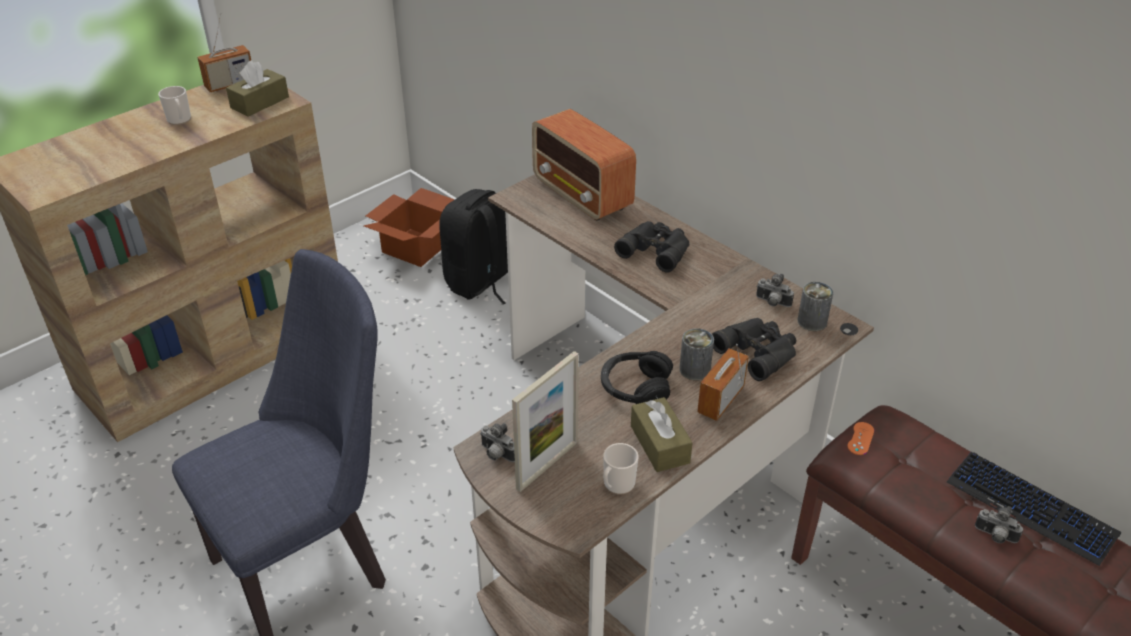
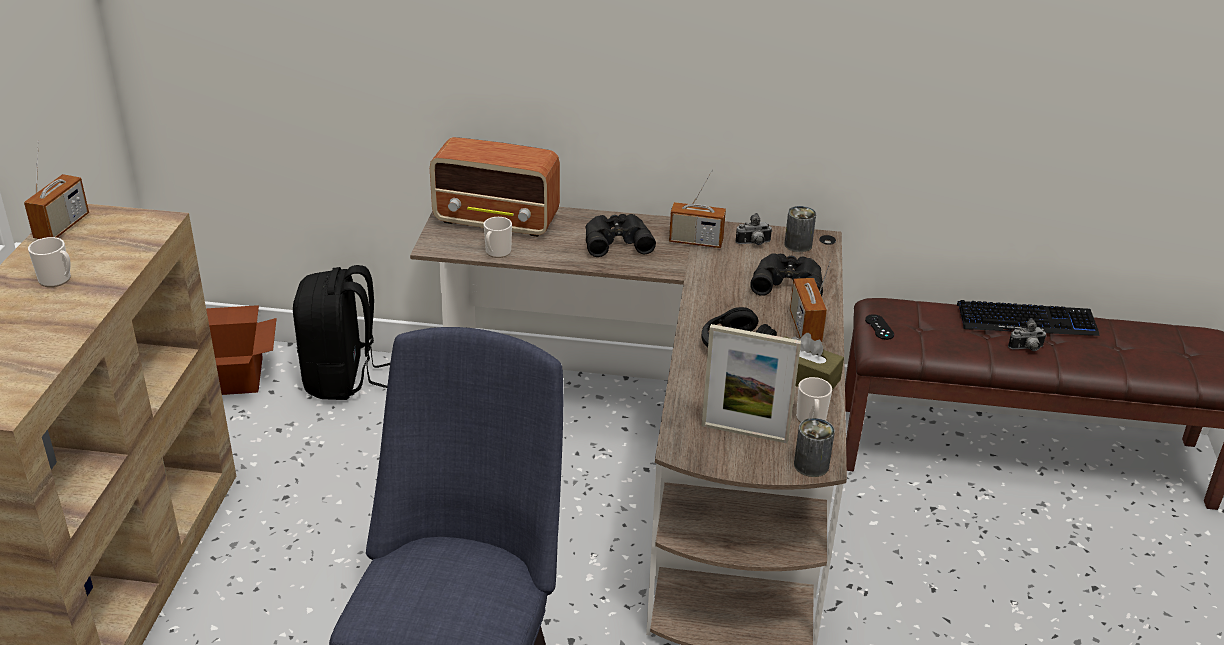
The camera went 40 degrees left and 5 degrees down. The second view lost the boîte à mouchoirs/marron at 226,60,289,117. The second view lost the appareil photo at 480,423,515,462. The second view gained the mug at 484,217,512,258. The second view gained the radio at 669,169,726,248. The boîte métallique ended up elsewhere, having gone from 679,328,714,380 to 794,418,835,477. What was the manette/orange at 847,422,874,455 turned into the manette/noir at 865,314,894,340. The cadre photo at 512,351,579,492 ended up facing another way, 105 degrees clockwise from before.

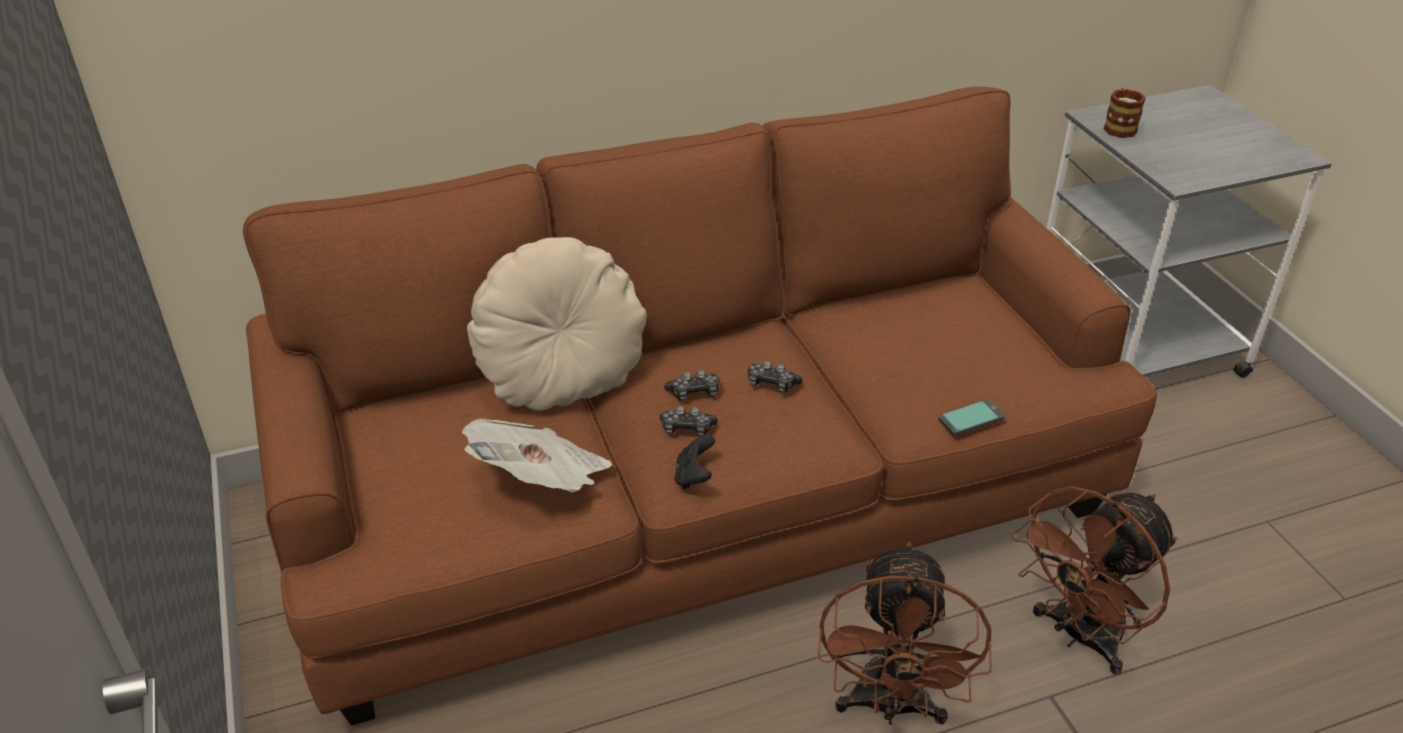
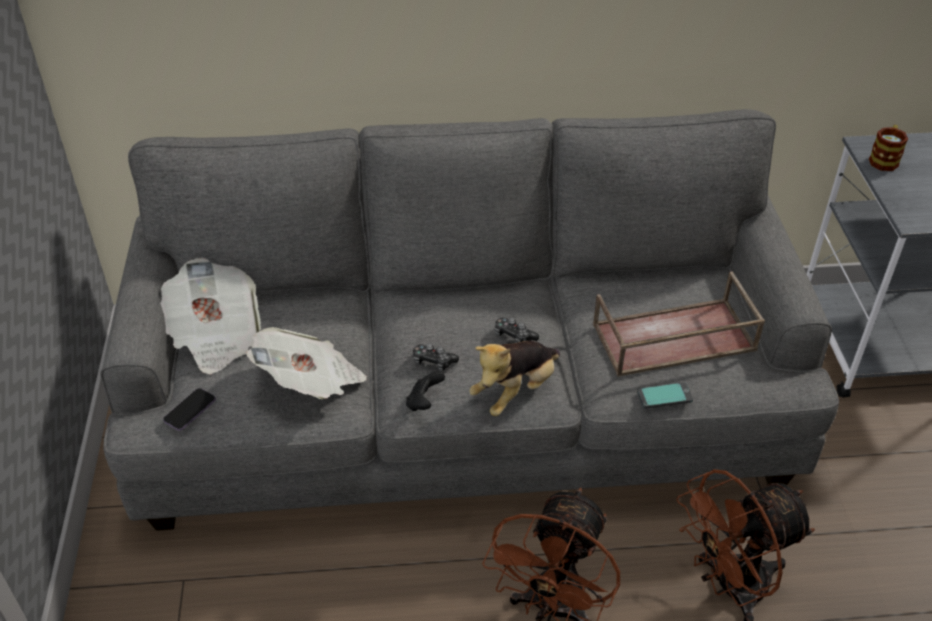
The camera went 15 degrees right and 5 degrees up. The second view lost the coussin/beige at 467,237,647,411. The second view lost the manette at 664,370,720,402. The second view gained the journal at 160,258,261,374. The second view gained the téléphone at 163,388,216,431. The second view gained the peluche at 469,341,560,416. The second view gained the plateau/marron at 593,271,765,377. What was the canapé/marron at 243,87,1157,725 turned into the canapé/gris at 100,109,839,531.

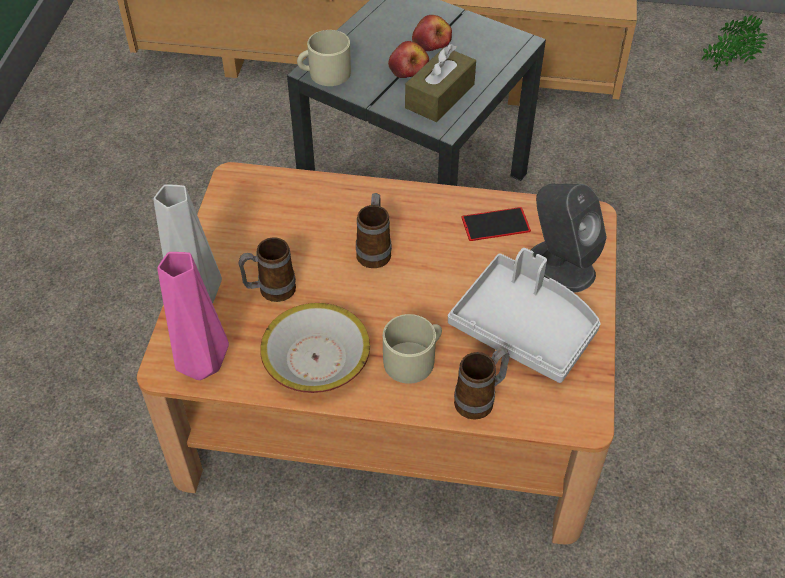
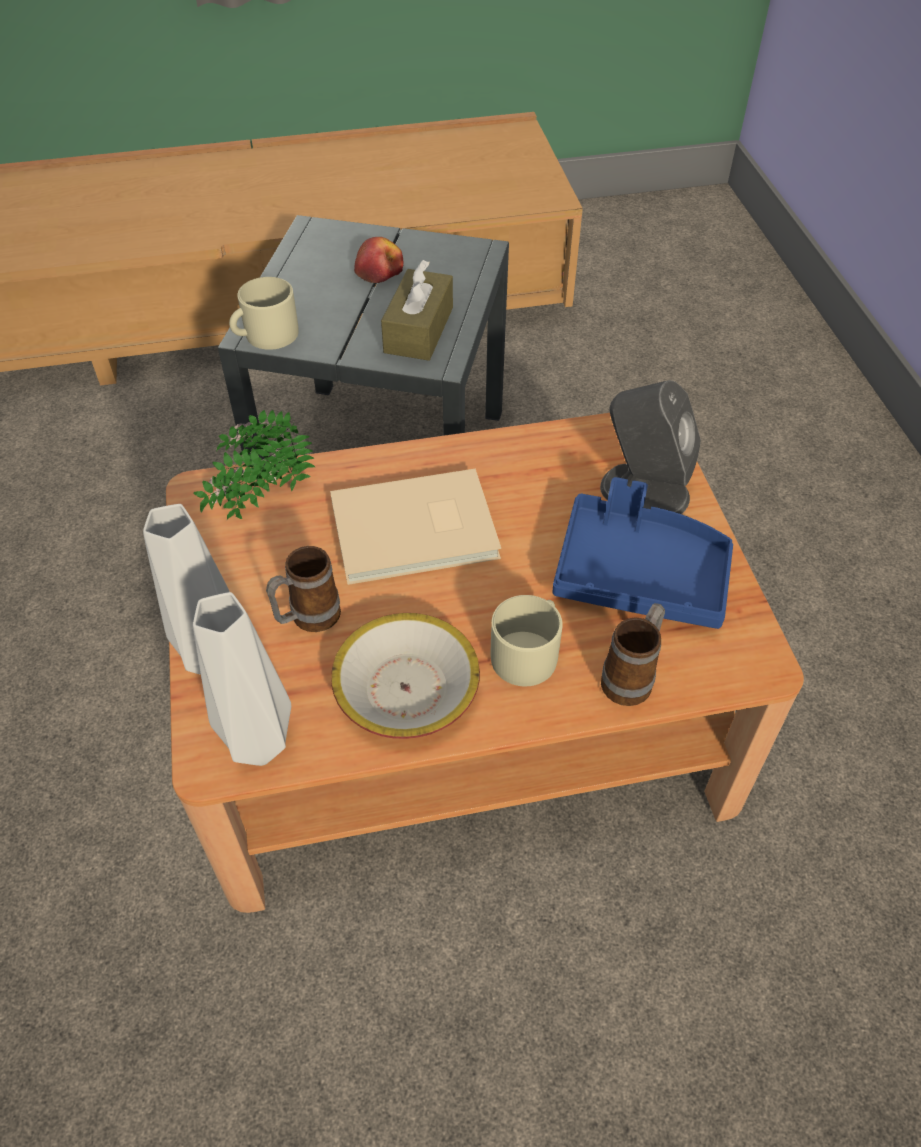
The camera went 20 degrees left and 0 degrees up. The second view lost the pomme at 388,41,429,78. The second view lost the téléphone at 461,207,531,241. The plante en pot ended up elsewhere, having gone from 702,15,768,71 to 194,410,315,520. Where the mug stood at 356,193,392,268, the livre/beige came to stand at 330,468,501,585. What was the vase/rose at 158,252,229,380 turned into the vase/gris at 193,592,291,766. What was the plateau/gris at 448,248,601,383 turned into the plateau/bleu at 553,477,733,629.

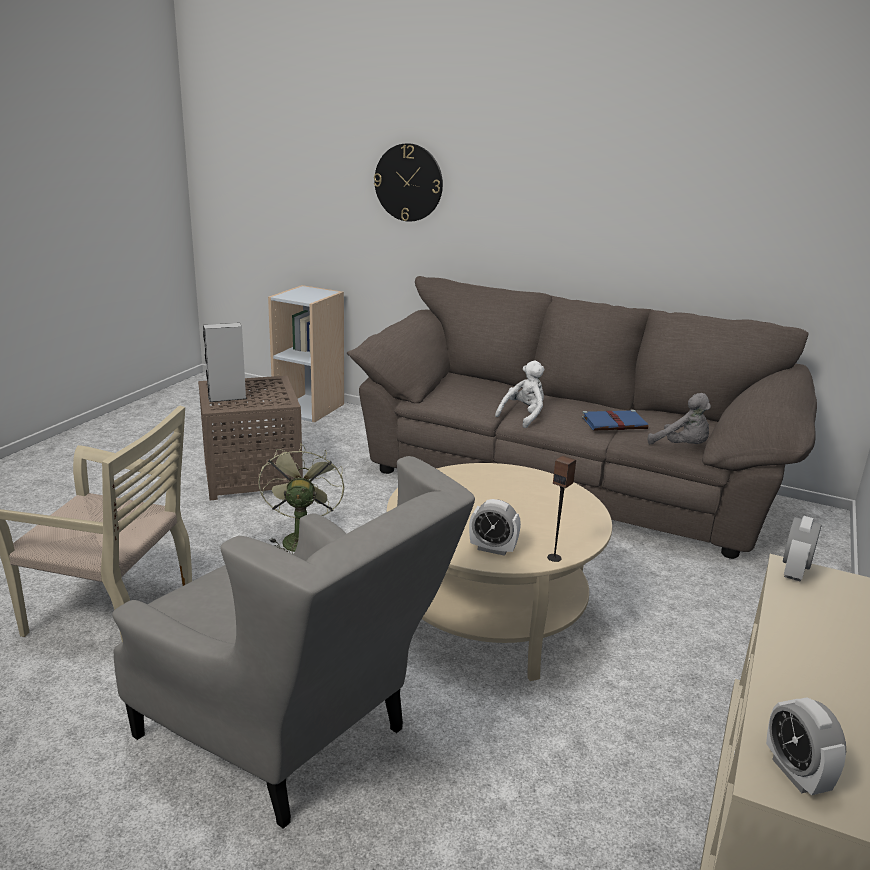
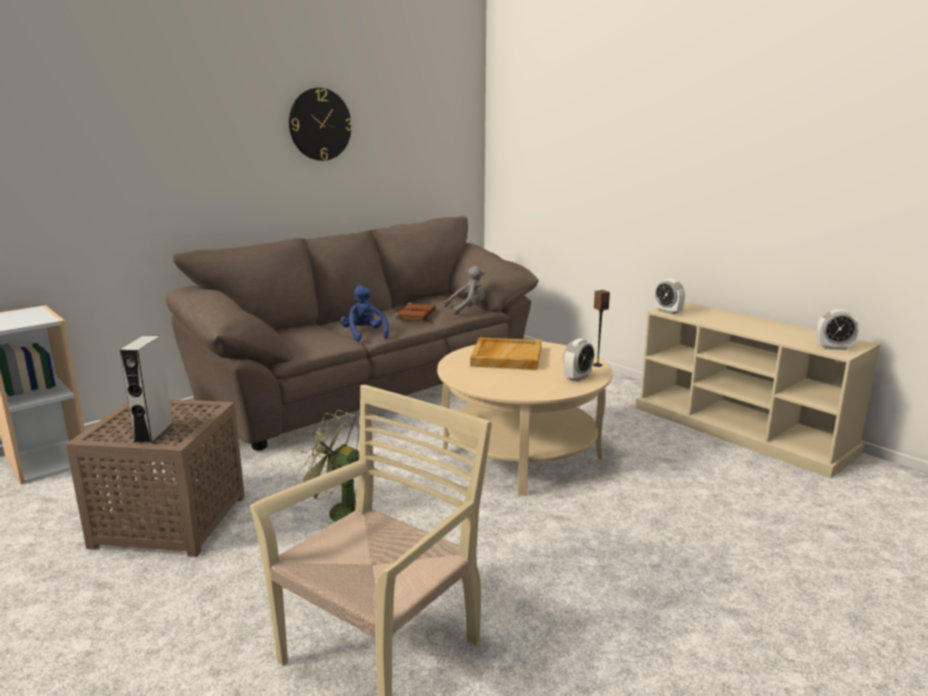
The camera went 65 degrees left and 5 degrees down. The second view lost the fauteuil/gris at 112,456,475,829. The second view gained the plateau/beige at 470,337,541,370. The horloge murale ended up elsewhere, having gone from 374,143,443,222 to 289,88,352,161. What was the peluche/blanc at 495,361,545,428 turned into the peluche/bleu at 340,285,389,341. What was the livre/bleu at 581,410,648,430 turned into the livre/marron at 394,303,436,321.

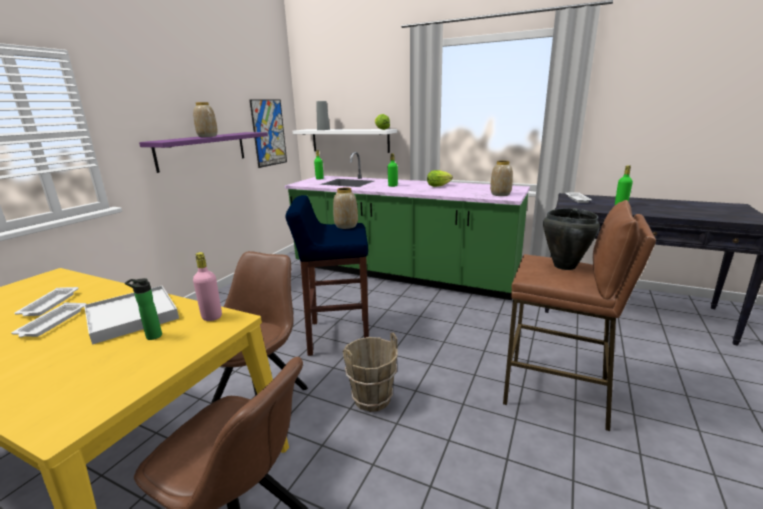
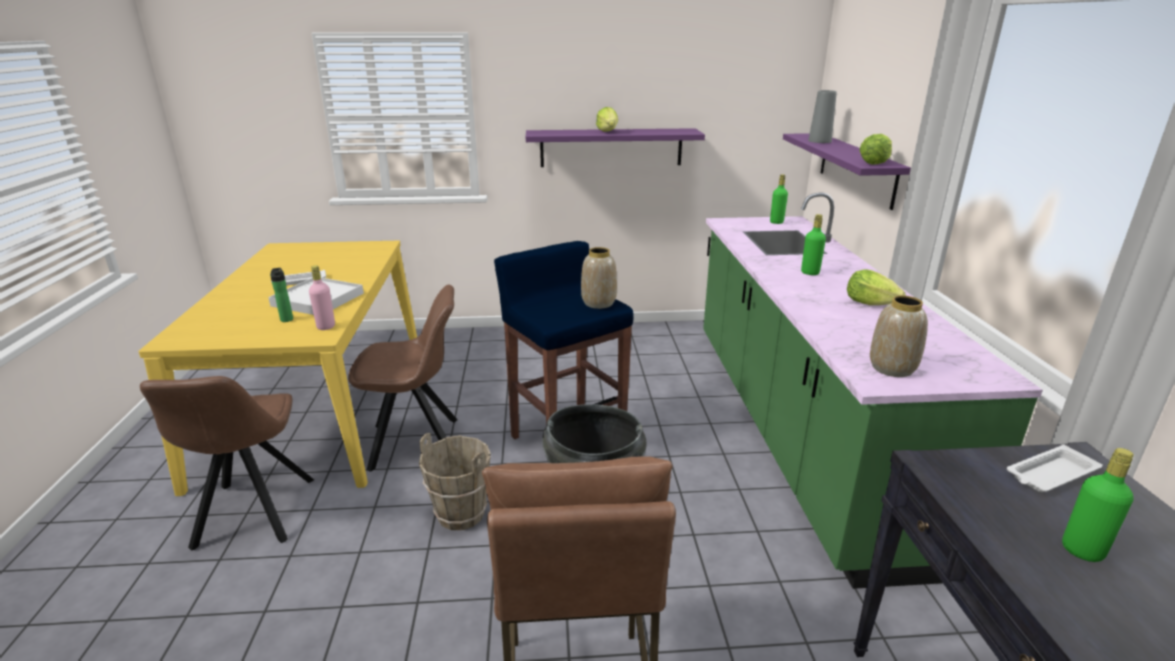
The camera went 60 degrees right and 5 degrees up. The second view lost the plateau/blanc at 14,287,79,316. The second view lost the tableau at 249,99,287,168. Where the vase stood at 193,102,218,137, the laitue came to stand at 596,107,618,132. What was the étagère/blanc at 293,129,397,153 turned into the étagère/violet at 783,133,911,210.

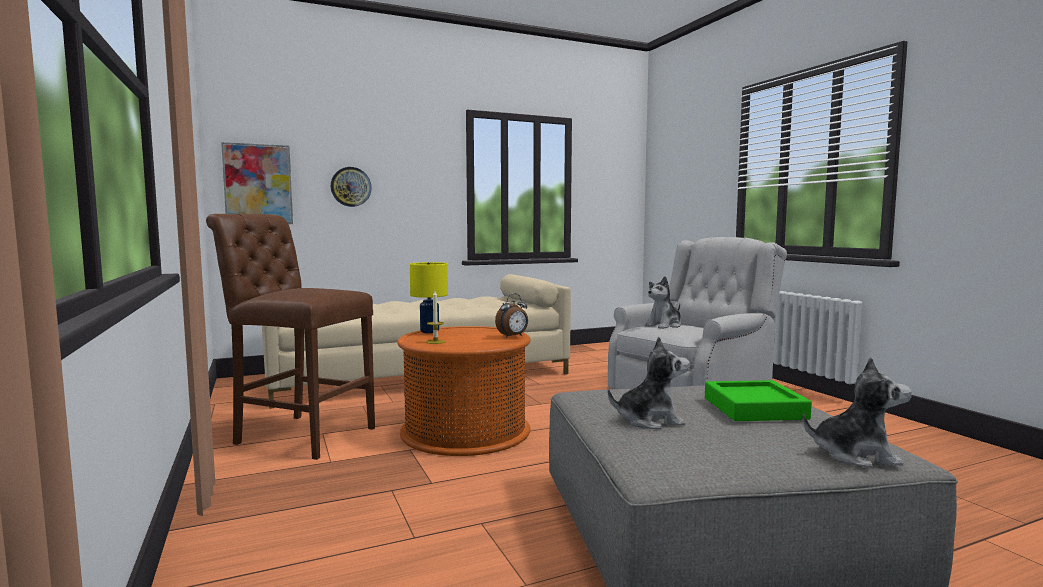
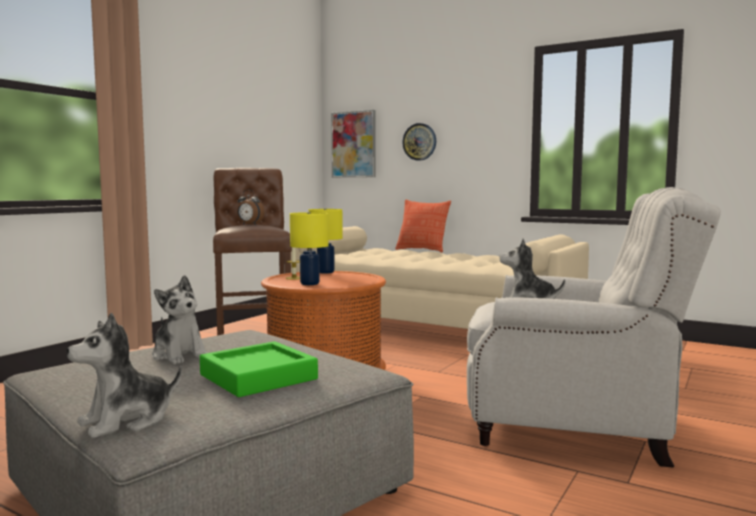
The camera went 55 degrees right and 0 degrees up. The second view gained the lampe de table/jaune at 290,212,329,285. The second view gained the coussin/orange at 395,200,451,252. The réveil ended up elsewhere, having gone from 495,294,528,338 to 237,189,264,225. The peluche at 803,357,912,468 ended up facing another way, 75 degrees clockwise from before.

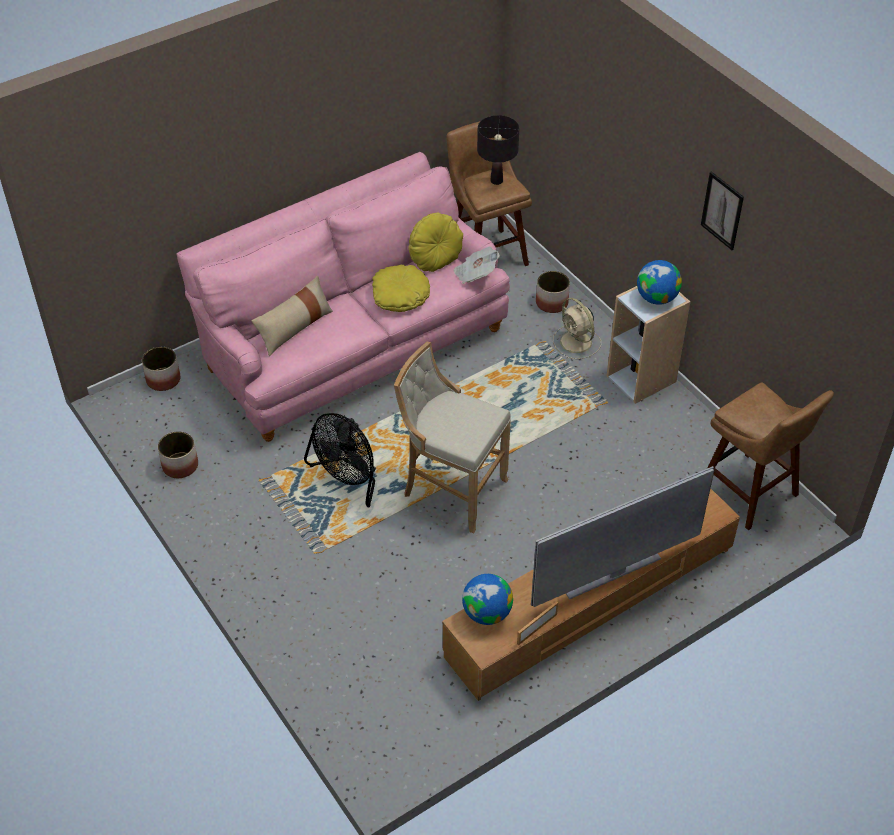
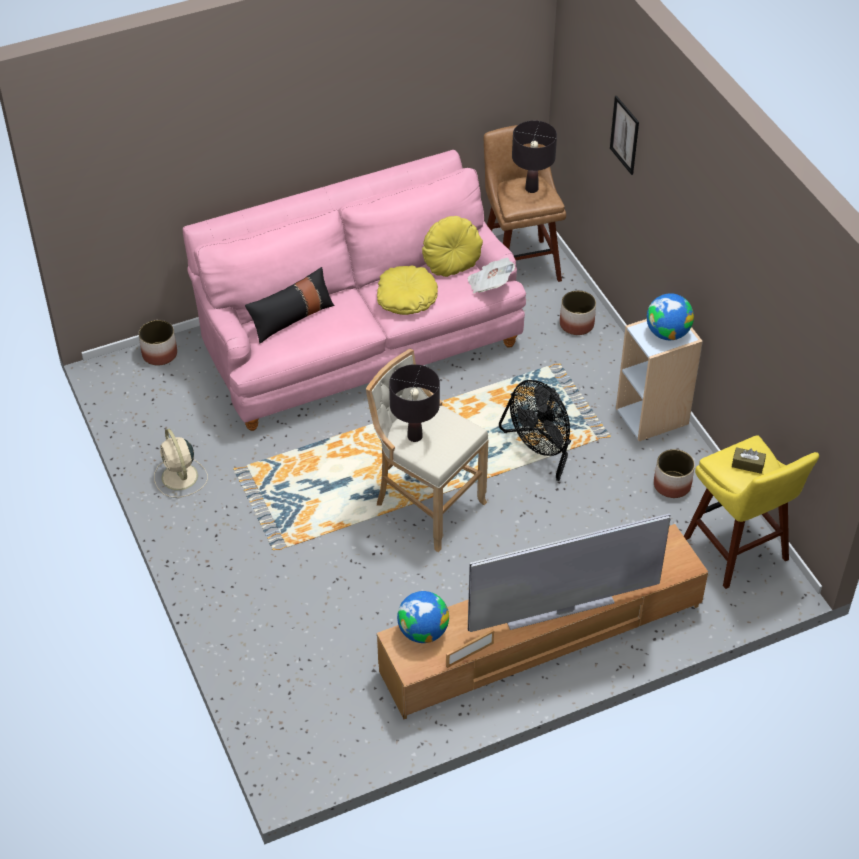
The camera went 10 degrees right and 0 degrees up. The second view gained the lampe de table/noir at 389,364,440,442. The second view gained the boîte à mouchoirs/marron at 732,447,766,474. The cache-pot ended up elsewhere, having gone from 158,431,198,478 to 654,449,695,498. The ventilateur/noir ended up elsewhere, having gone from 304,413,376,508 to 499,380,571,481. The ventilateur/beige ended up elsewhere, having gone from 553,298,601,359 to 154,428,208,498. The tableau ended up elsewhere, having gone from 701,172,744,250 to 610,96,639,175. What was the coussin/beige at 252,276,333,356 turned into the coussin/noir at 245,267,334,343. What was the tabouret/marron at 707,382,834,530 turned into the tabouret/jaune at 684,435,819,589.

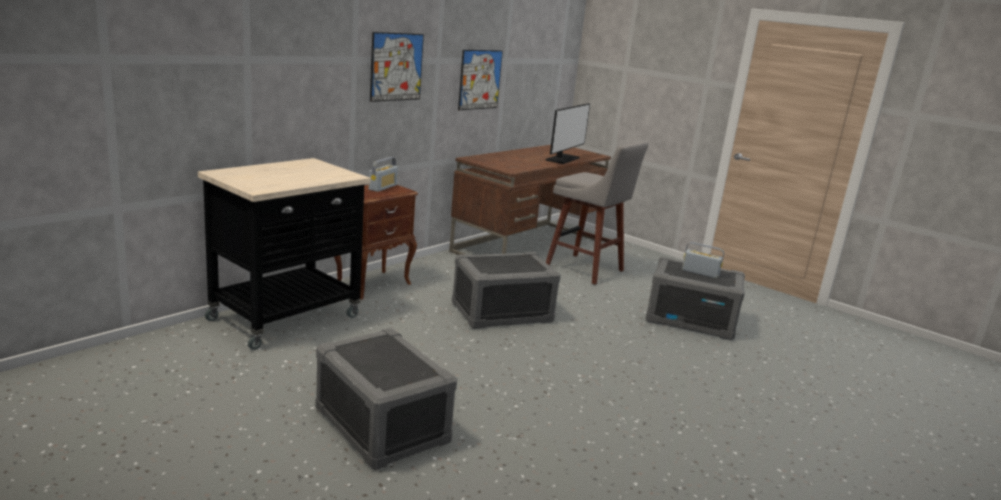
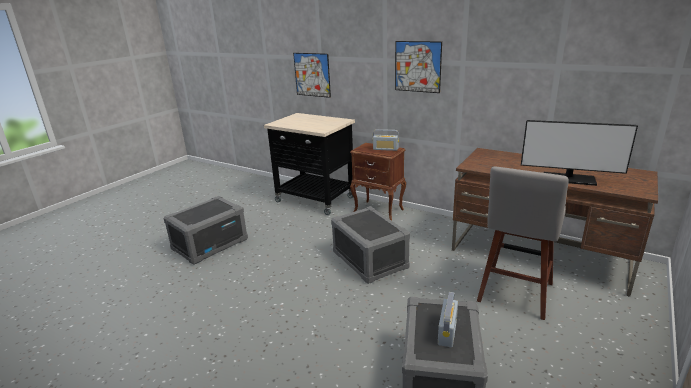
The camera went 85 degrees right and 5 degrees up. The tableau ended up elsewhere, having gone from 458,50,503,110 to 293,53,331,98.

